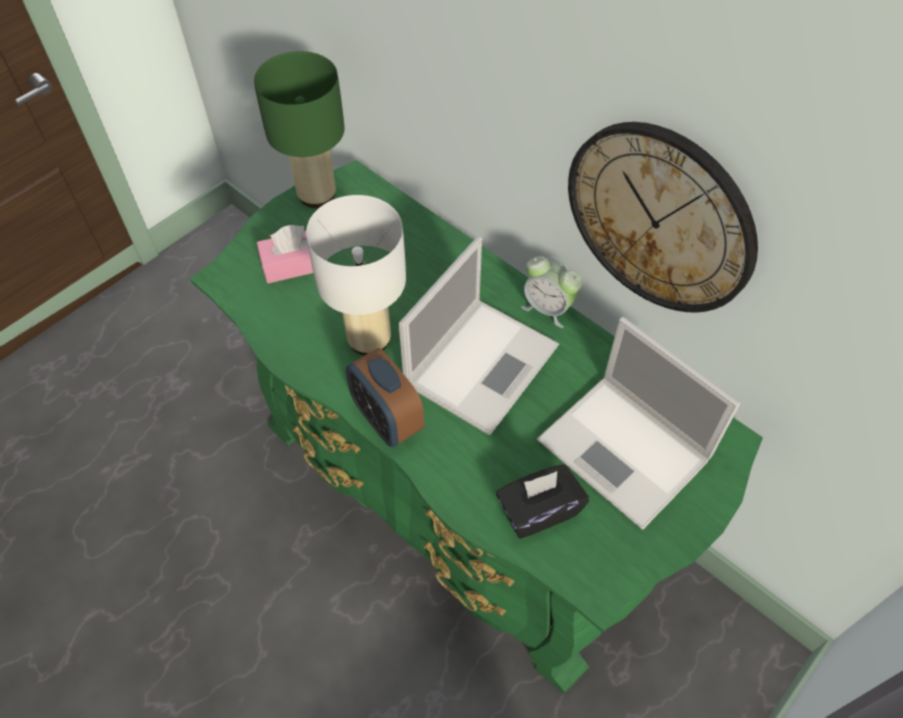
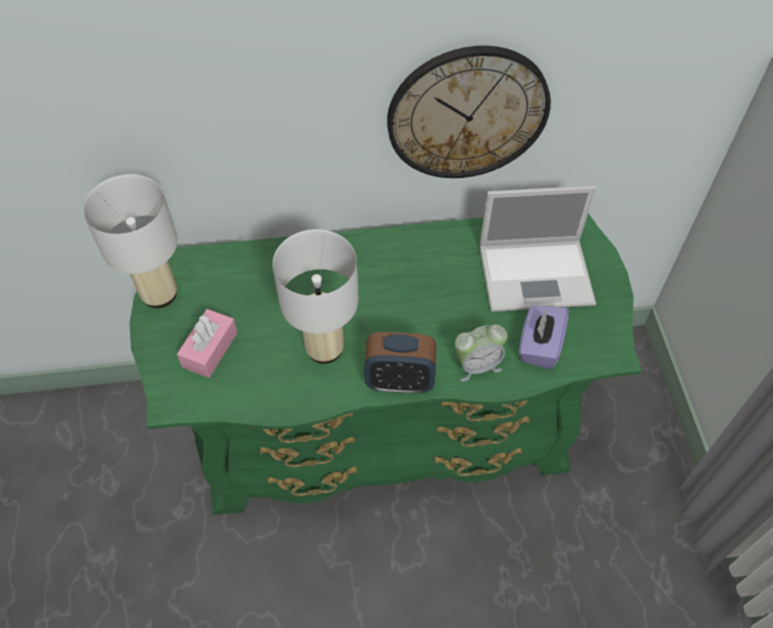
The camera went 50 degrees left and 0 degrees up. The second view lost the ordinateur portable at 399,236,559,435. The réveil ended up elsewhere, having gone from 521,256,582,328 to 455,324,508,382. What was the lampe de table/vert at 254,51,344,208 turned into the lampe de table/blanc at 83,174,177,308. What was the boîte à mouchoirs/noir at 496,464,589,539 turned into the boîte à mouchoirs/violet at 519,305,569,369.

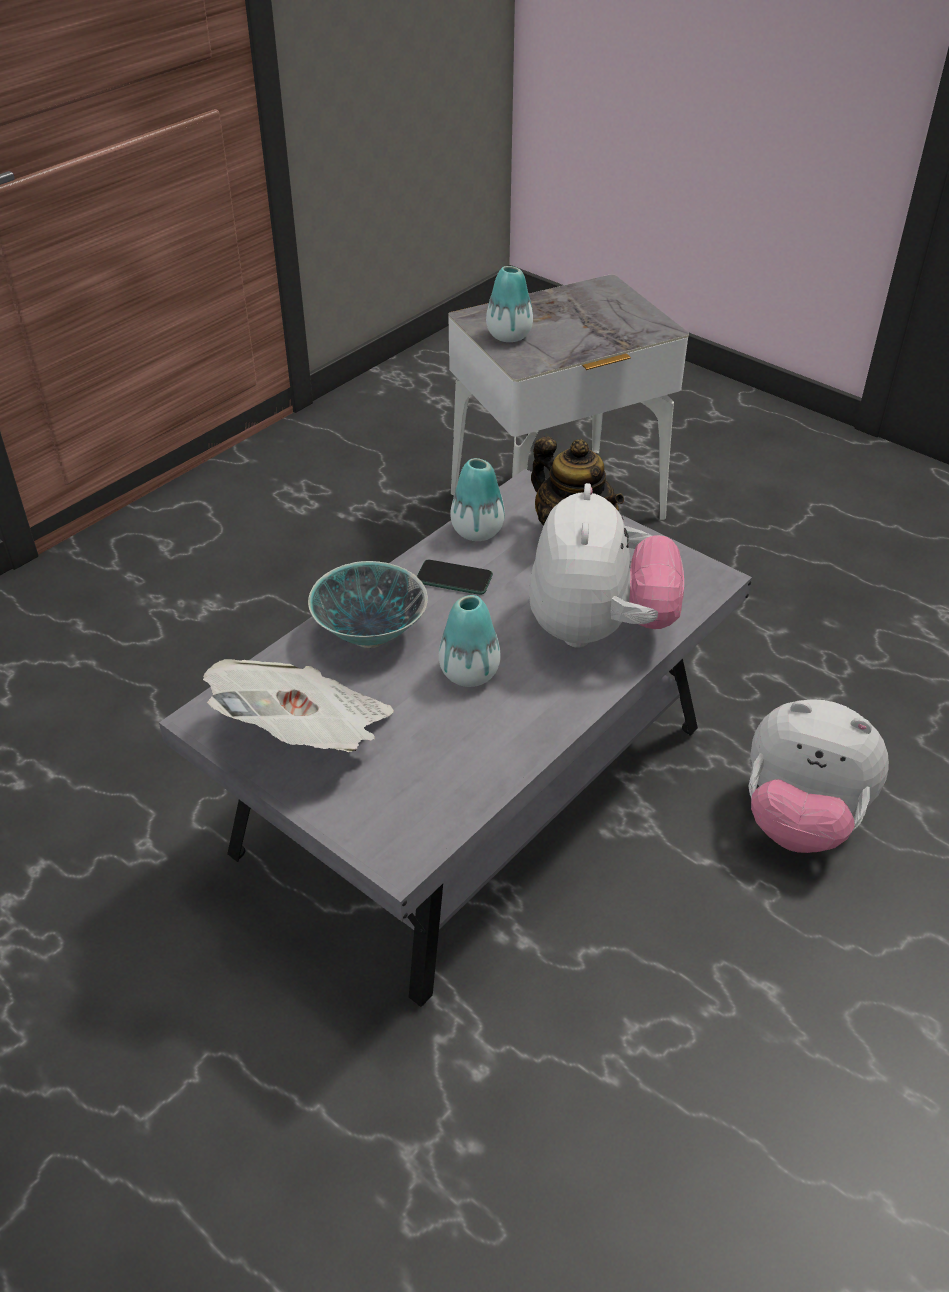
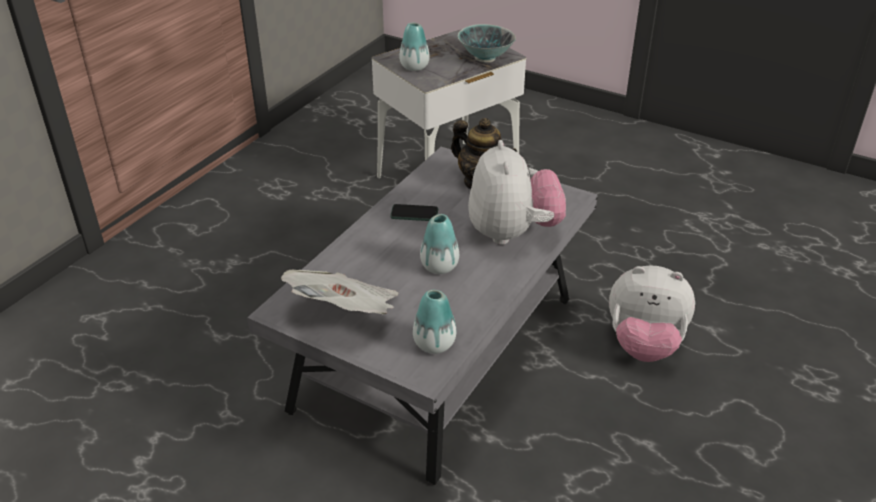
The camera went 10 degrees left and 5 degrees down. The bol ended up elsewhere, having gone from 308,561,428,648 to 458,24,516,63. The vase ended up elsewhere, having gone from 450,458,505,541 to 413,290,456,354.

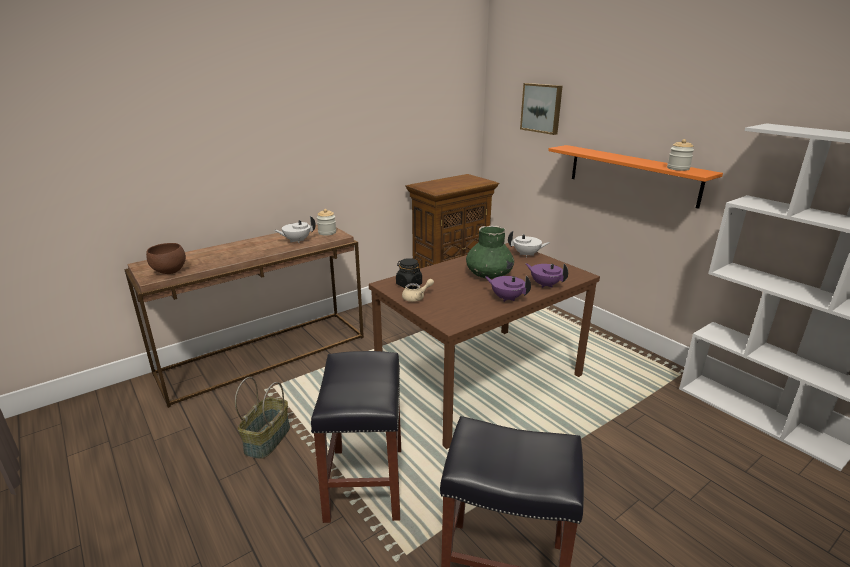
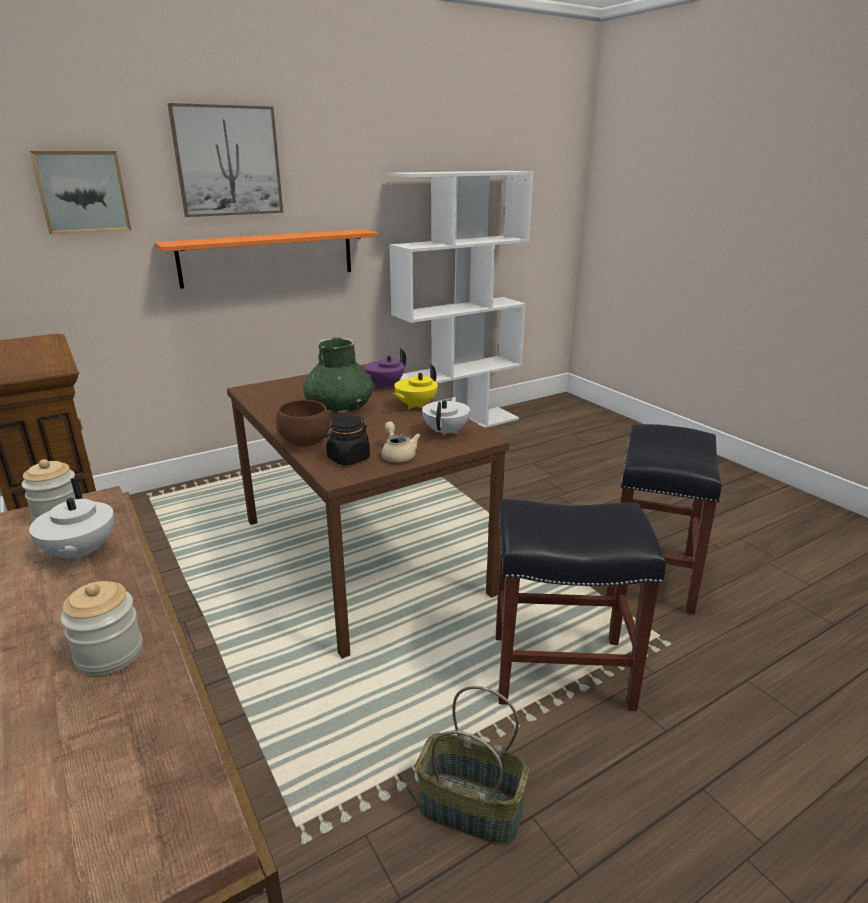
The camera went 85 degrees left and 0 degrees up. The second view gained the tableau at 167,103,283,217. The bol/marron ended up elsewhere, having gone from 146,243,186,274 to 276,400,330,447. The théière/blanc ended up elsewhere, having gone from 508,231,550,258 to 422,397,470,437. The bocal ended up elsewhere, having gone from 667,139,694,171 to 61,581,143,676. What was the théière/violet at 485,276,531,302 turned into the théière/jaune at 392,364,438,409.

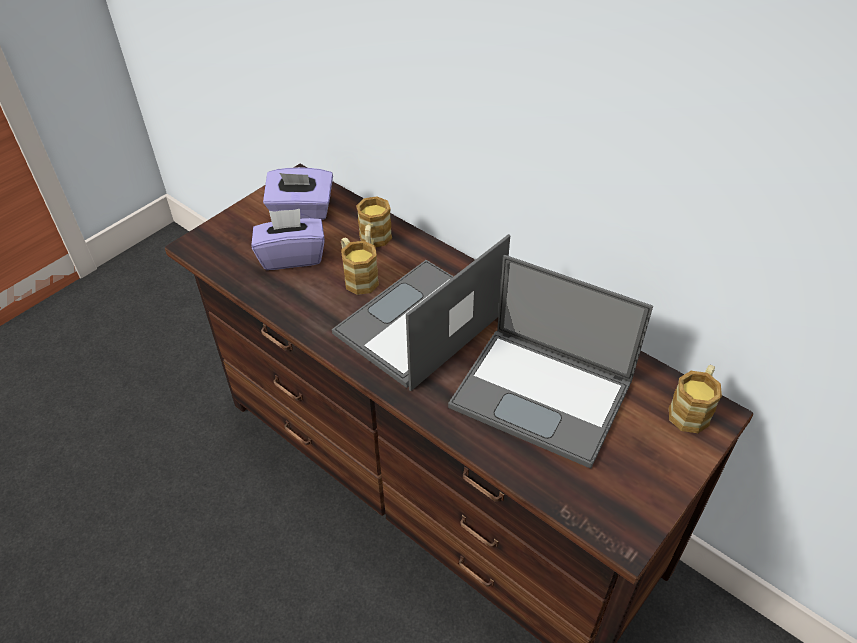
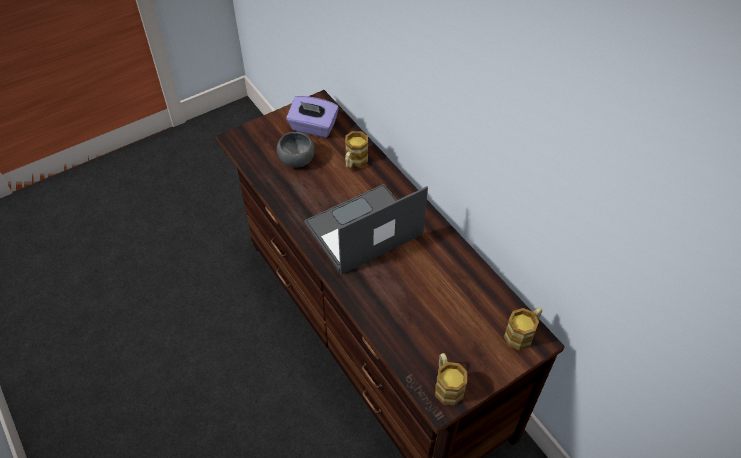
The camera went 15 degrees right and 5 degrees up. The second view lost the ordinateur portable at 448,255,653,469. The mug ended up elsewhere, having gone from 341,238,379,295 to 435,353,468,405. Where the boîte à mouchoirs/violet stood at 251,209,325,270, the bol/gris came to stand at 277,132,315,168.

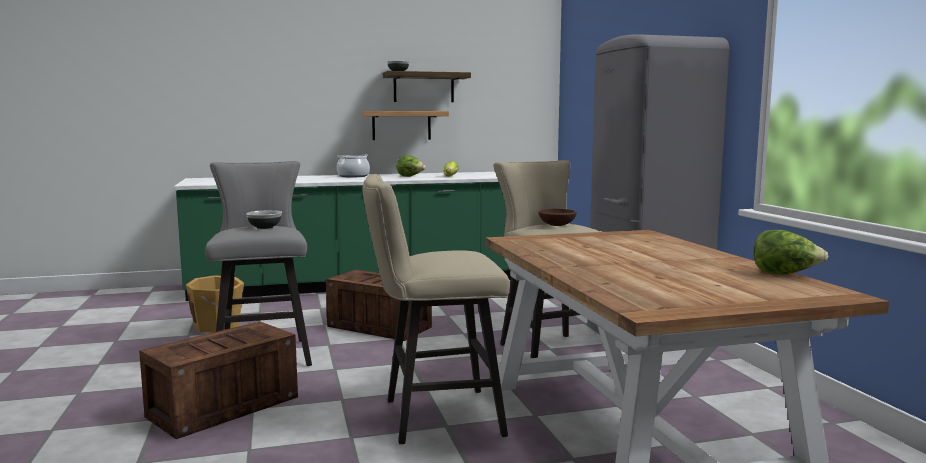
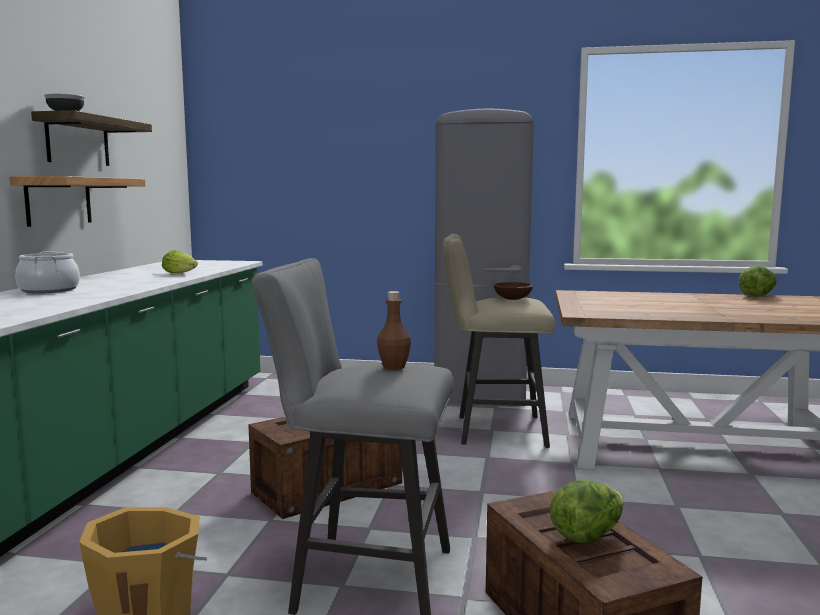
The camera went 65 degrees left and 0 degrees up. The second view lost the tabouret/beige at 362,174,510,444. The laitue ended up elsewhere, having gone from 396,155,426,177 to 550,479,624,543. Where the bol stood at 246,210,282,229, the bouteille/marron came to stand at 377,291,411,370.

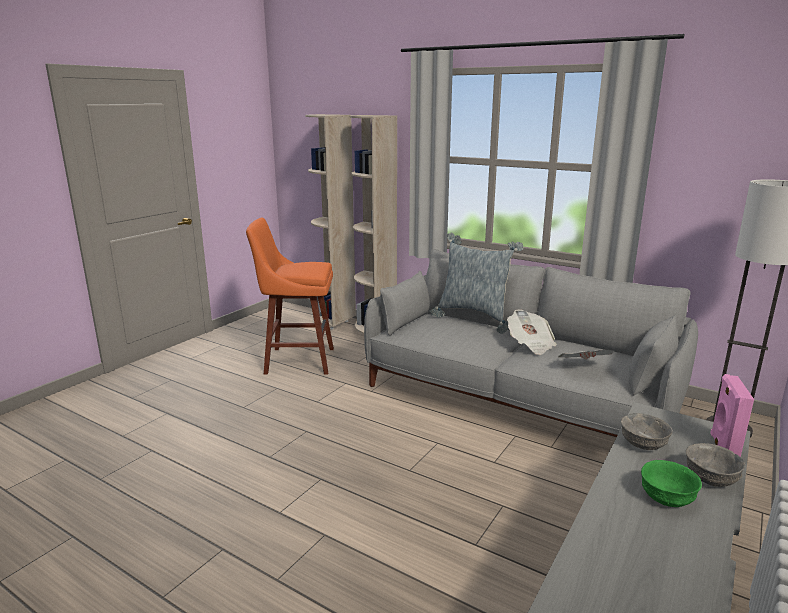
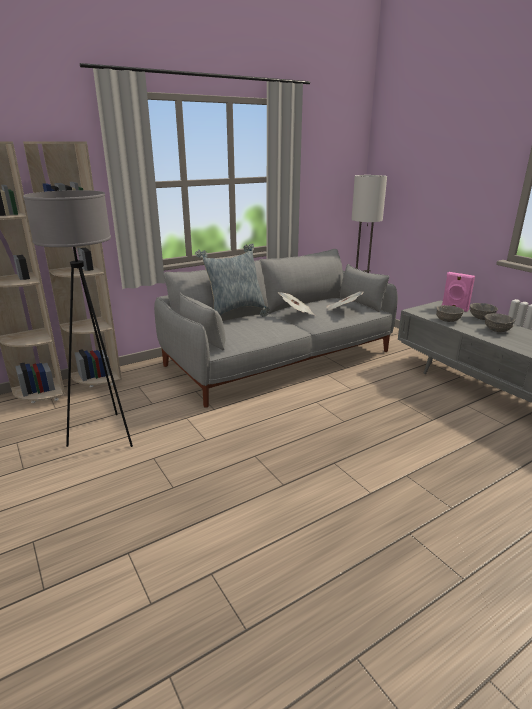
The camera went 65 degrees left and 5 degrees up. Where the tabouret/orange stood at 246,218,334,375, the lampadaire/gris came to stand at 23,190,133,447. What was the bol/vert at 641,460,702,507 turned into the bol/gris at 485,313,515,332.

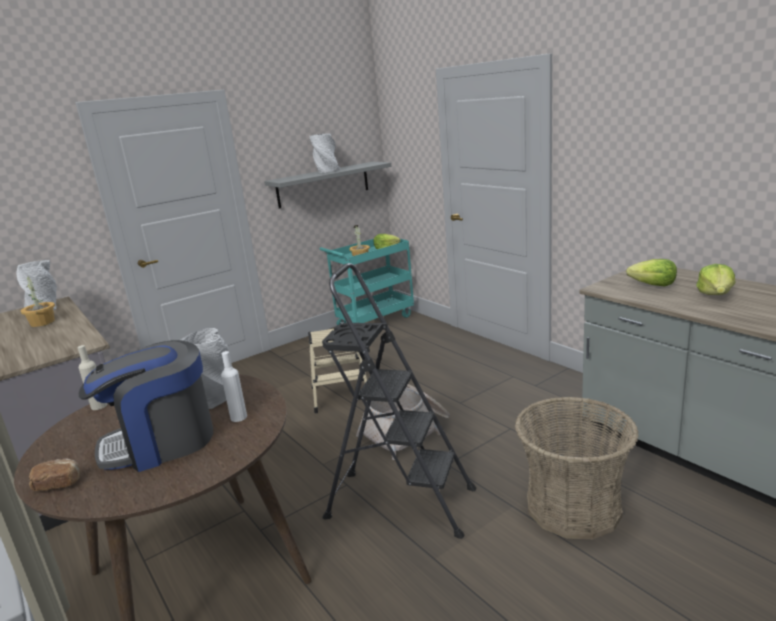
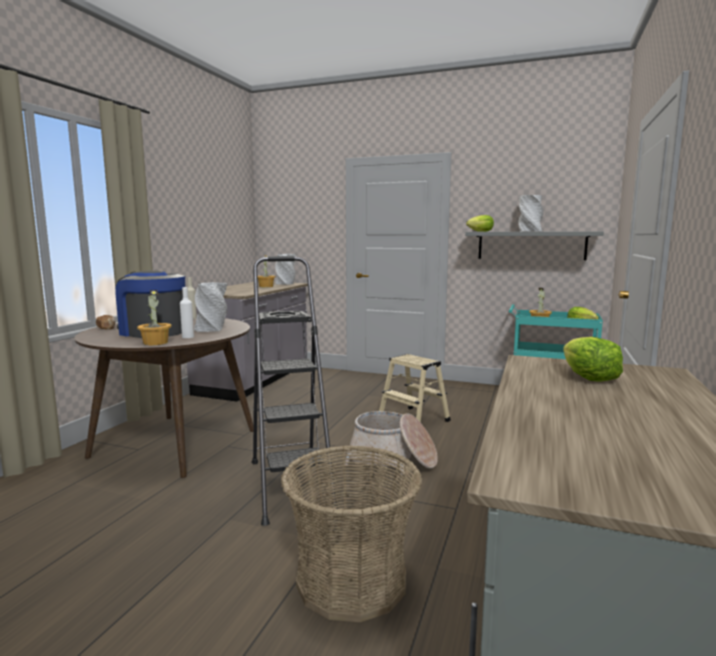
The camera went 55 degrees right and 10 degrees down. The second view gained the plante en pot at 137,290,172,345. The laitue ended up elsewhere, having gone from 696,264,735,295 to 466,215,494,232.

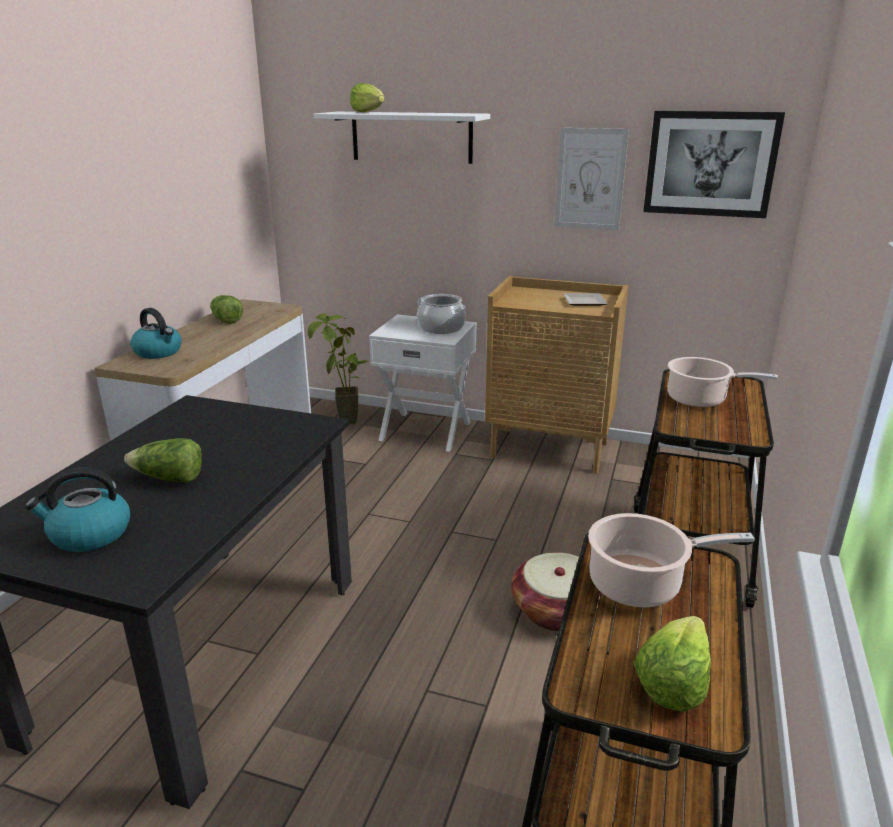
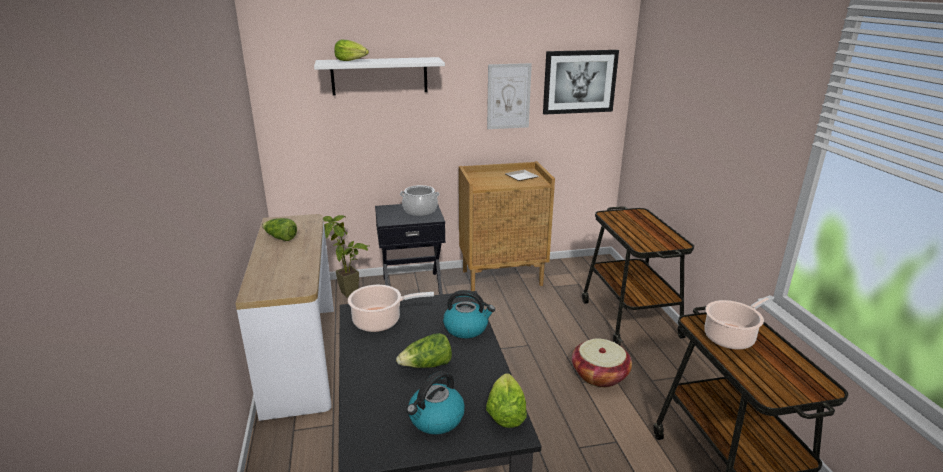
The camera went 30 degrees left and 0 degrees up. The bouilloire ended up elsewhere, having gone from 130,308,182,359 to 443,290,495,338. The laitue ended up elsewhere, having gone from 633,616,711,712 to 486,373,527,428. The marmite ended up elsewhere, having gone from 667,357,778,407 to 348,285,434,332. What was the table de chevet/blanc at 369,314,477,452 turned into the table de chevet/noir at 375,204,446,295.

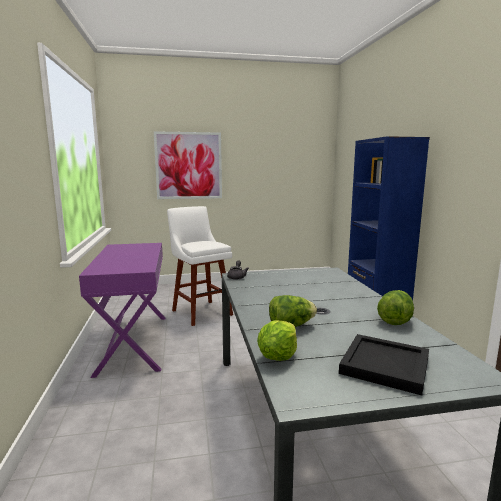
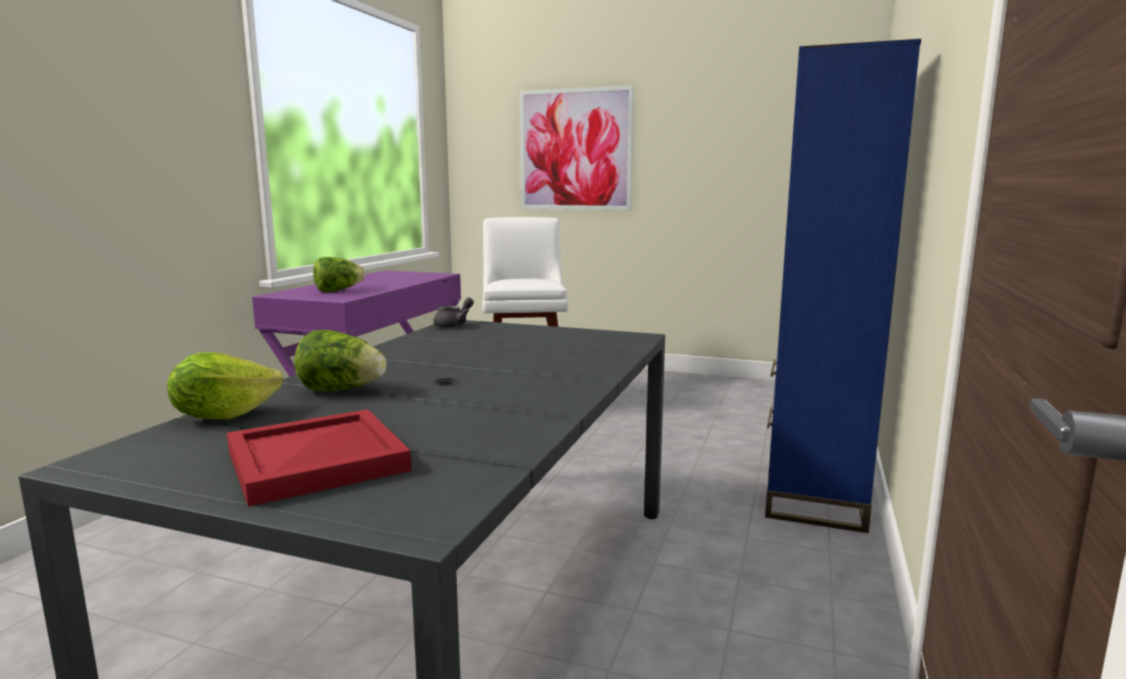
The camera went 30 degrees right and 0 degrees up. The laitue ended up elsewhere, having gone from 377,290,414,325 to 313,257,365,292. What was the plateau/noir at 339,334,429,395 turned into the plateau/rouge at 227,409,412,507.

